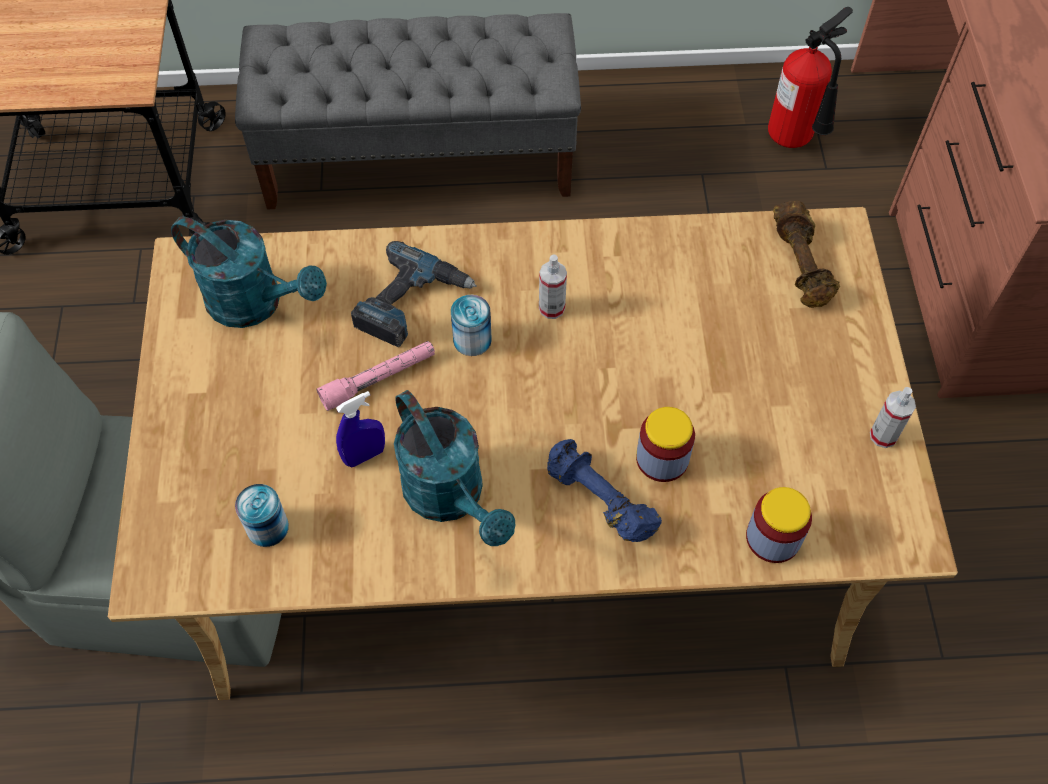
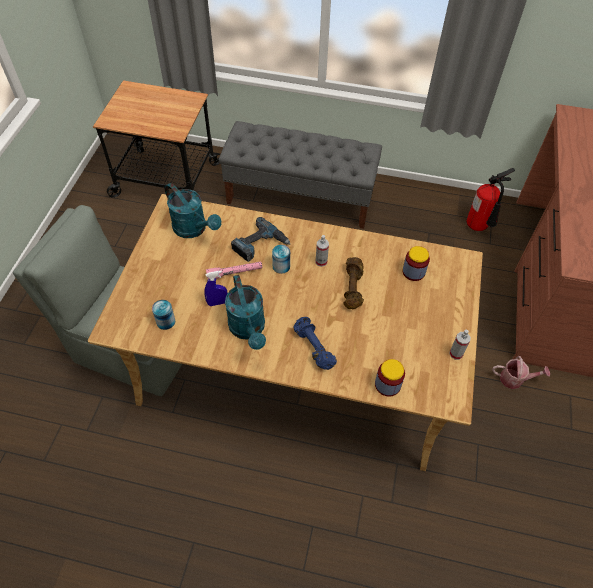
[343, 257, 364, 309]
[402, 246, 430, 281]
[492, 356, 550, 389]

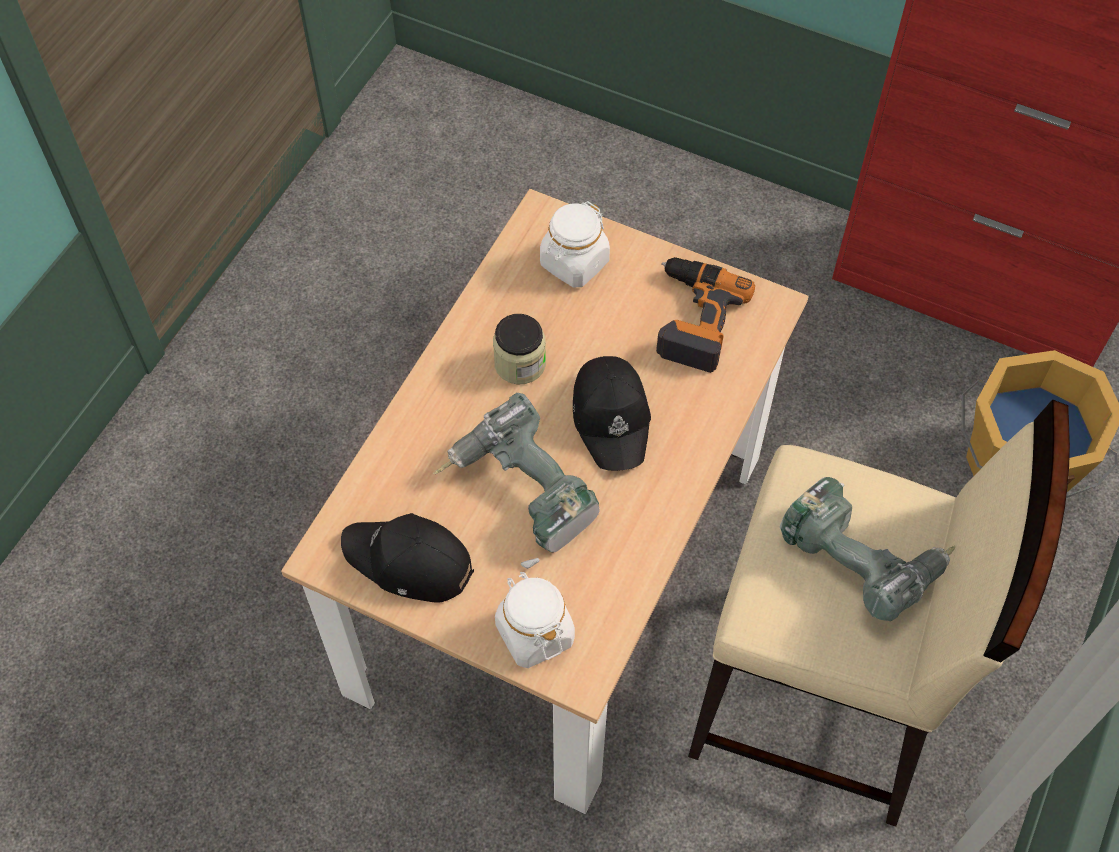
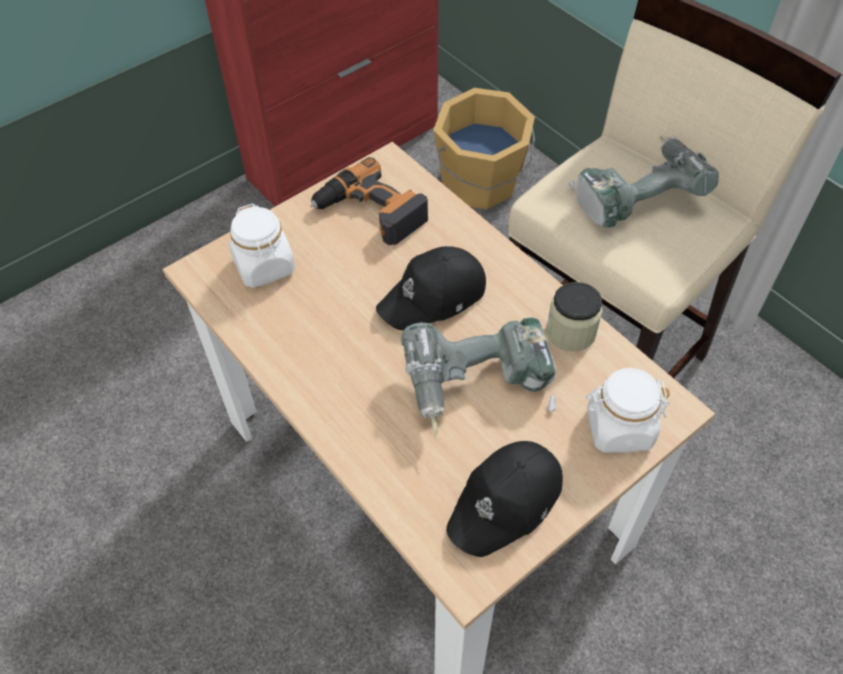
[376, 246, 486, 330]
[546, 282, 602, 351]

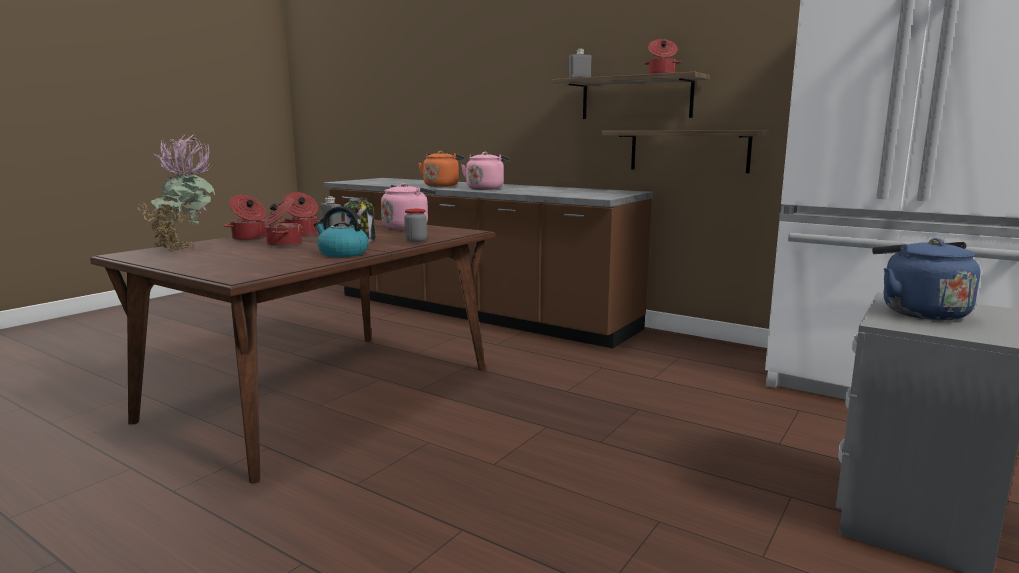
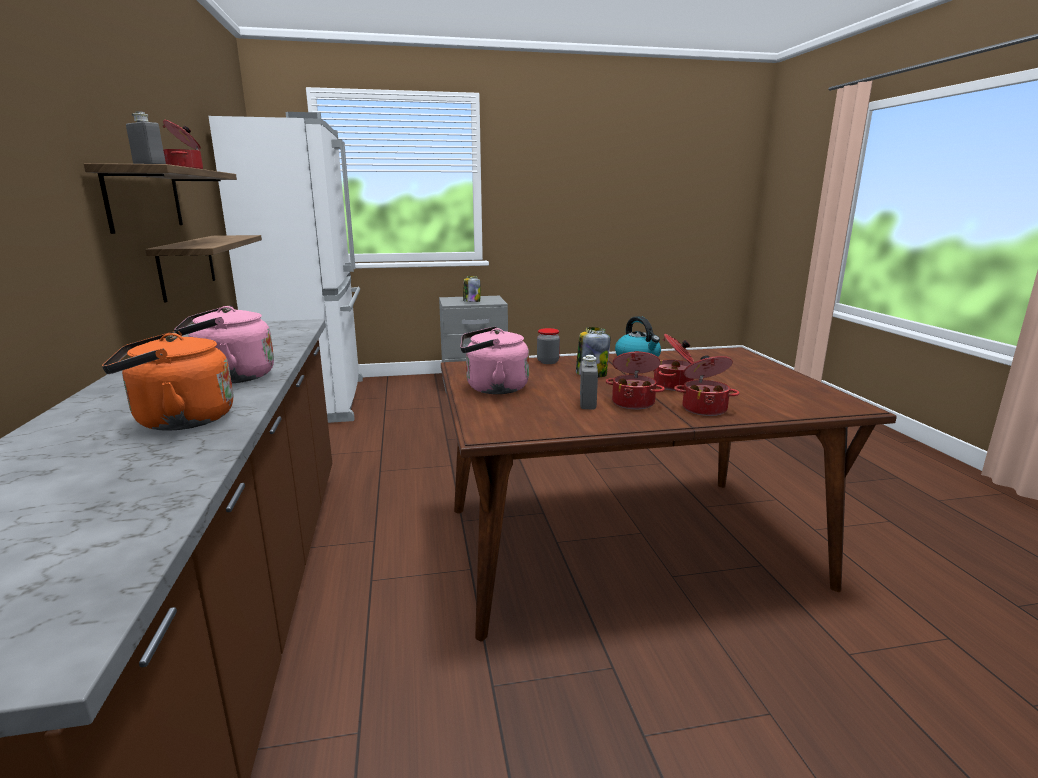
[463, 276, 481, 302]
[136, 135, 215, 252] (first image)

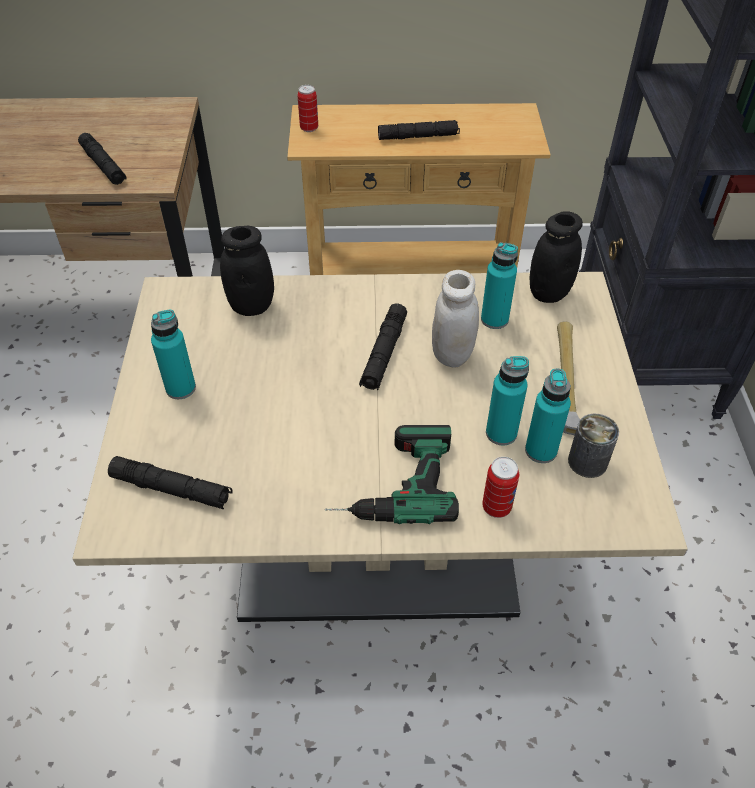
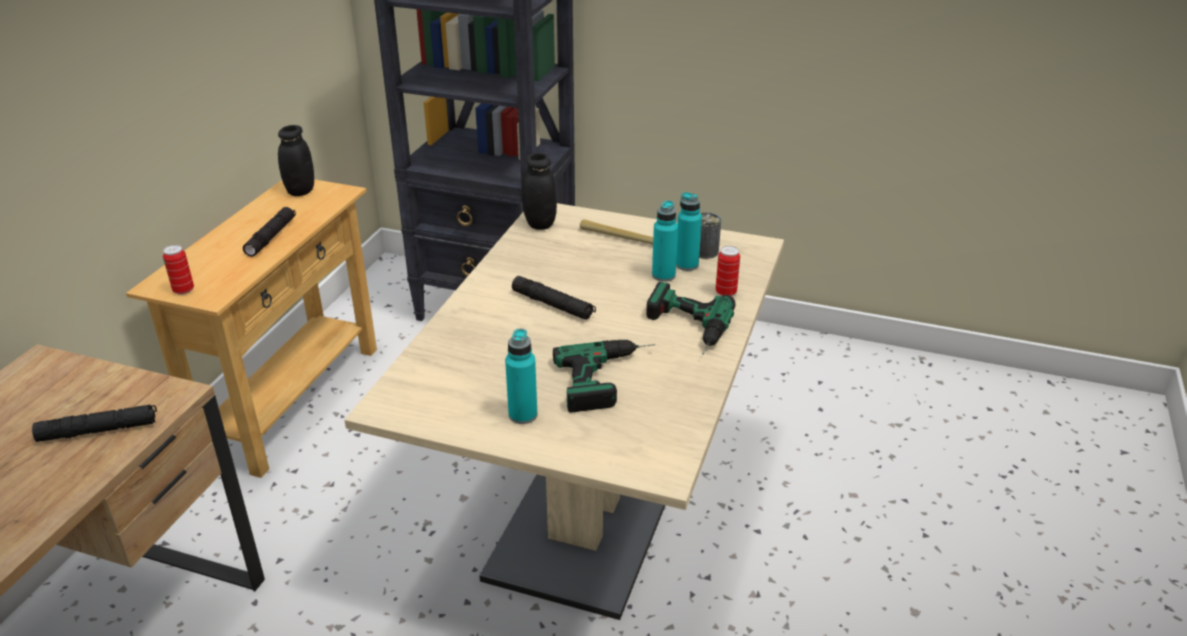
[278, 125, 314, 196]
[553, 340, 656, 413]
[108, 456, 232, 510] (first image)
[432, 270, 479, 368] (first image)
[481, 242, 518, 329] (first image)

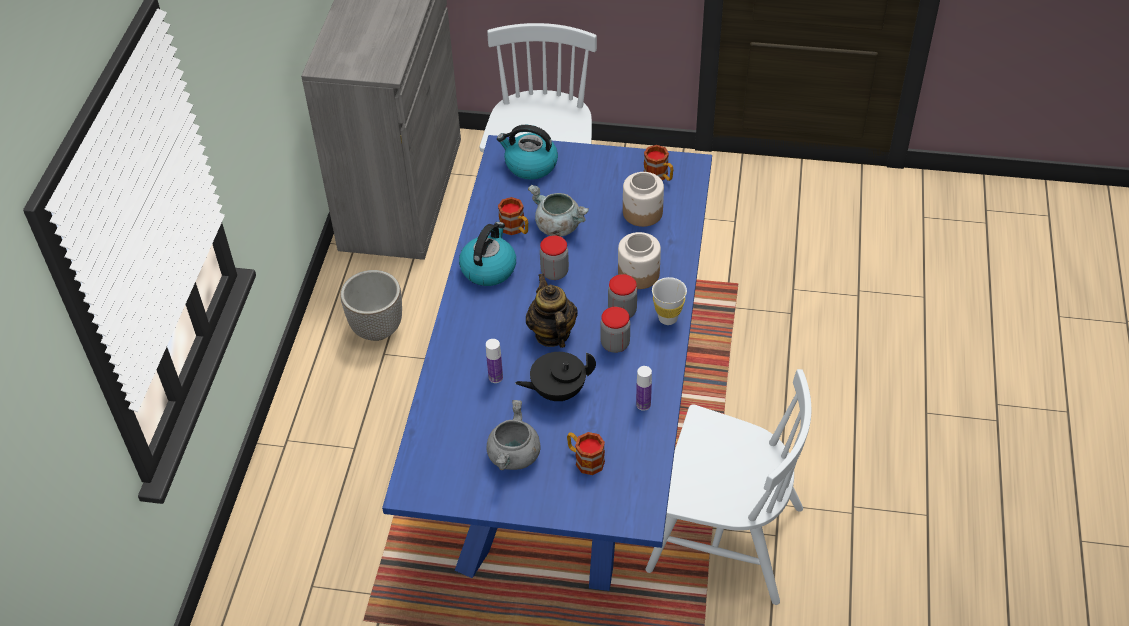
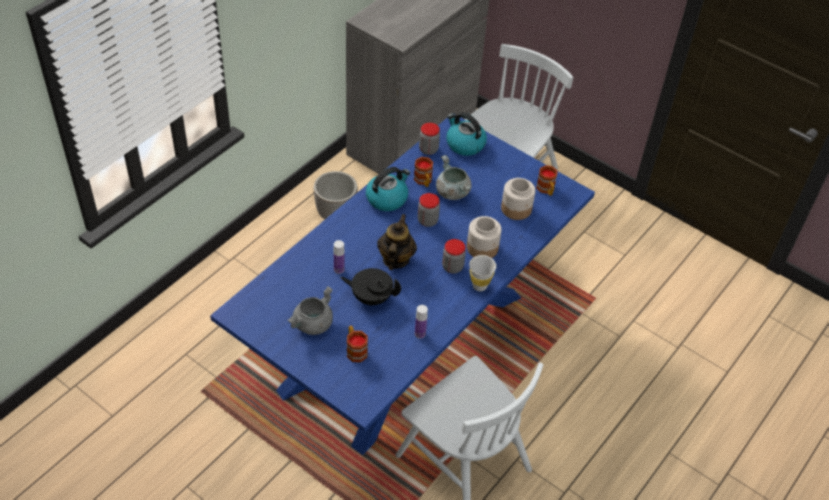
[419, 123, 440, 155]

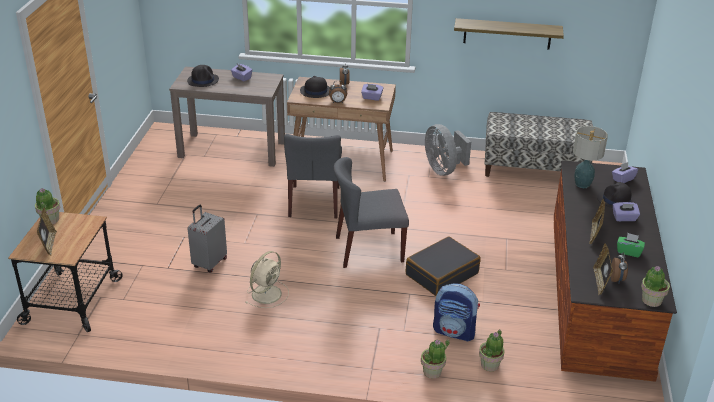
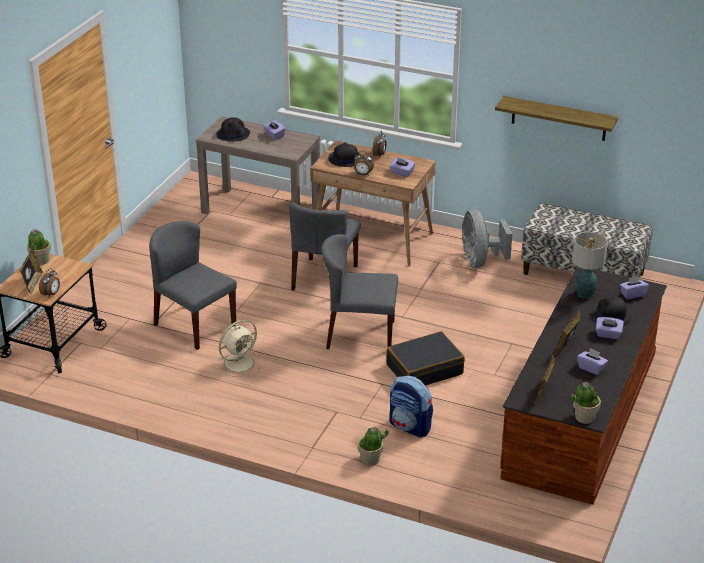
[39, 268, 60, 297]
[149, 221, 237, 350]
[577, 348, 608, 375]
[479, 329, 505, 371] (first image)

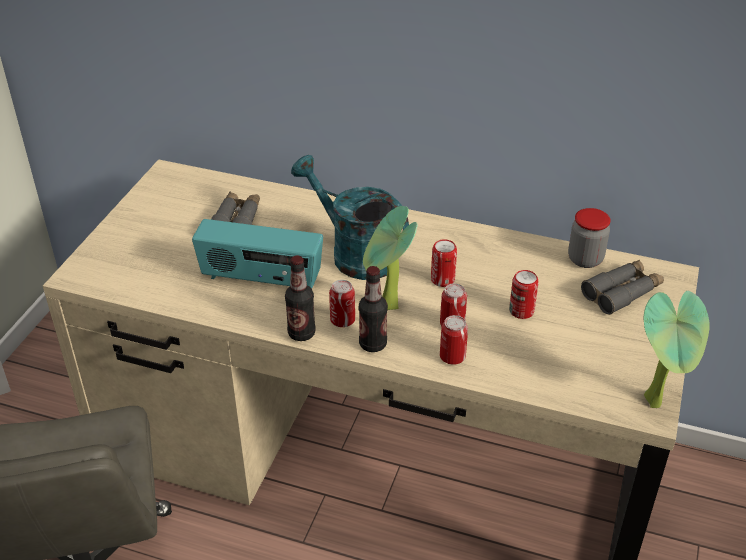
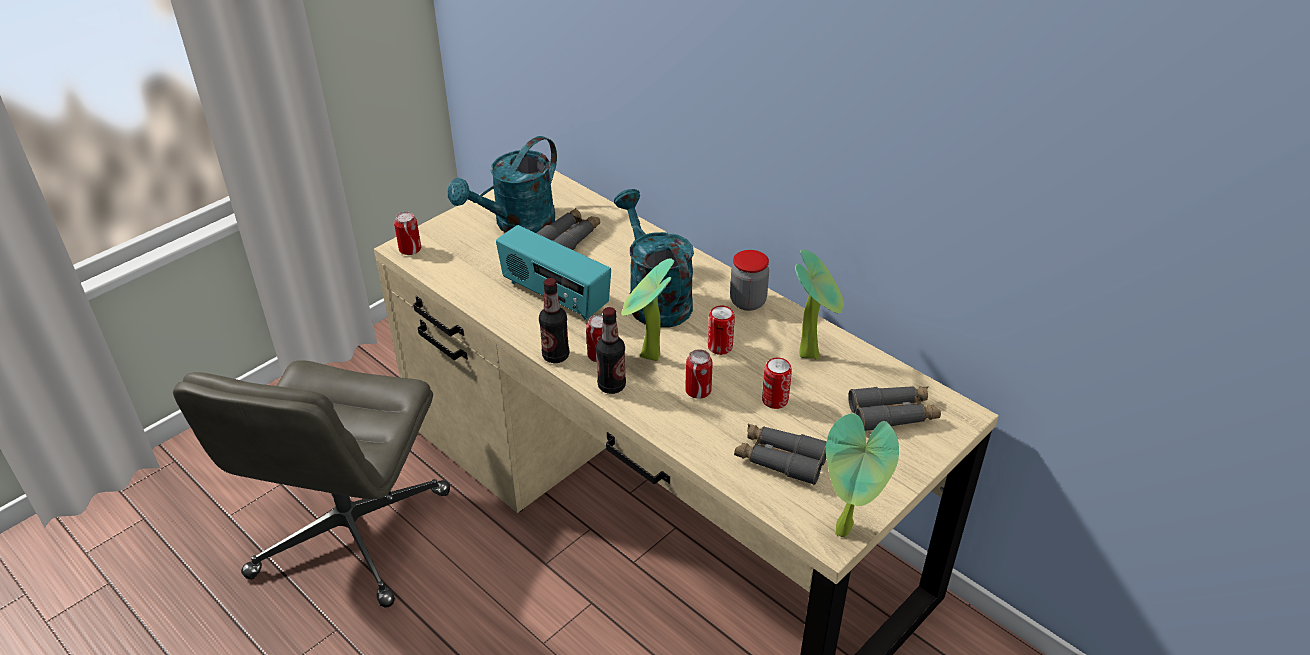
[394, 212, 421, 255]
[448, 136, 557, 233]
[730, 250, 769, 311]
[734, 424, 827, 485]
[795, 249, 844, 360]

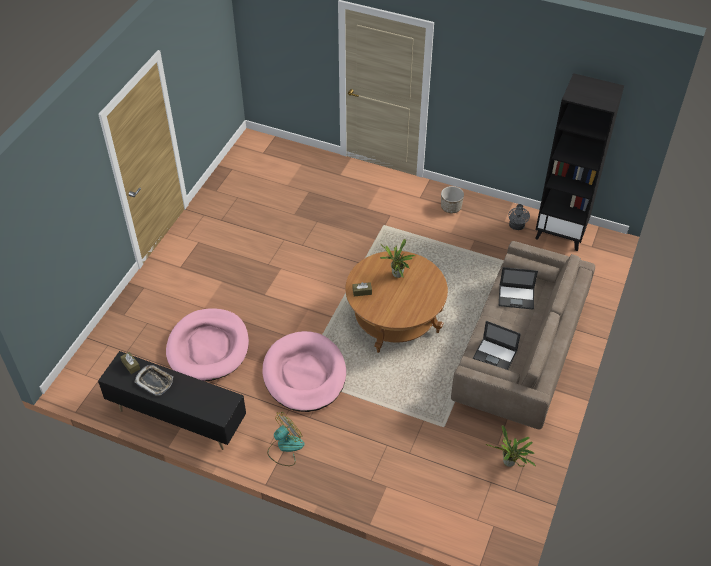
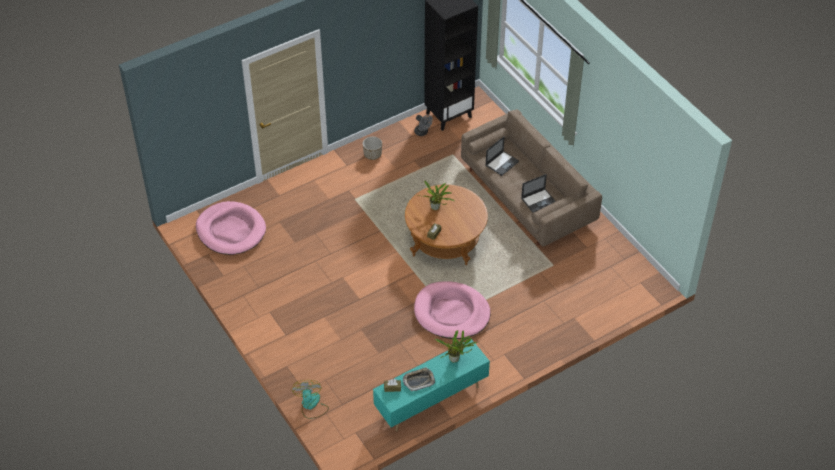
[196, 201, 266, 255]
[292, 380, 329, 419]
[373, 339, 490, 432]
[435, 330, 477, 363]

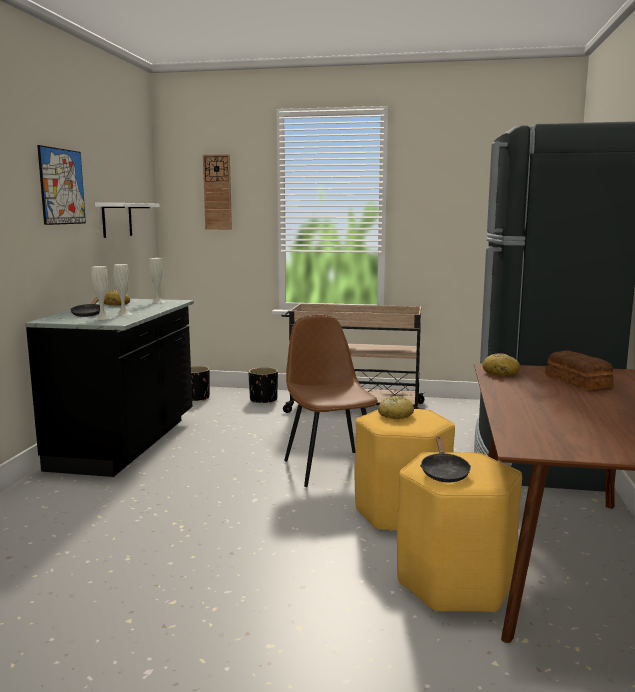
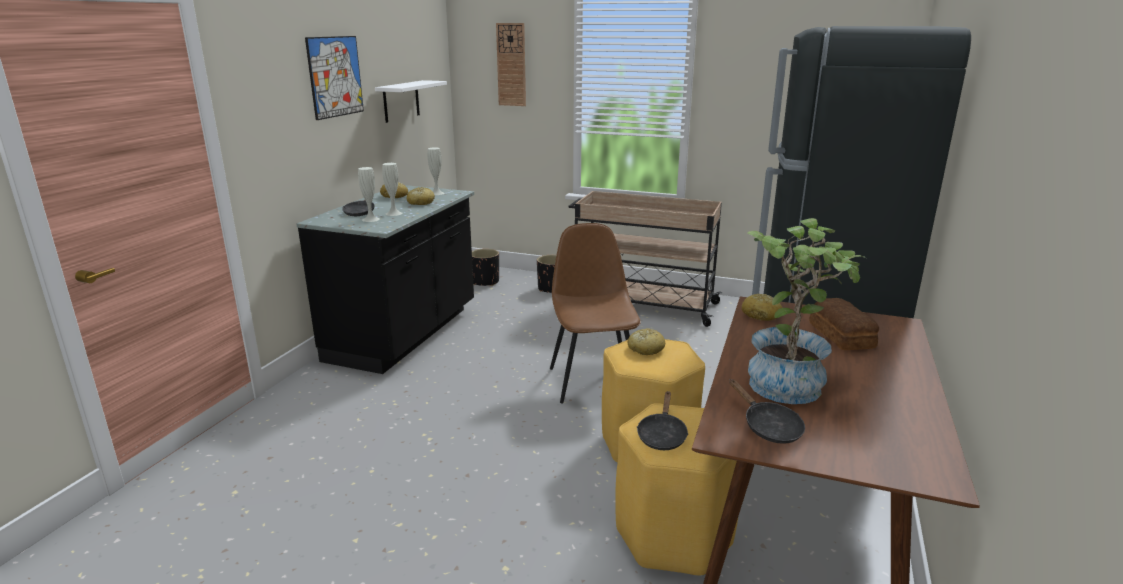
[407, 187, 435, 205]
[729, 379, 805, 444]
[747, 218, 866, 404]

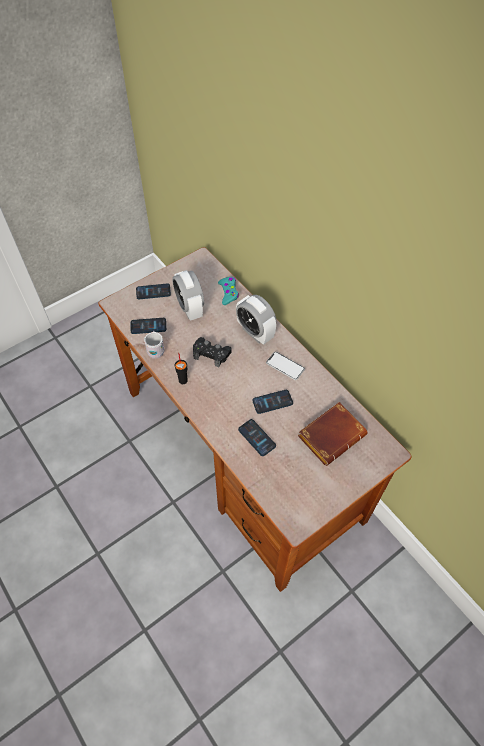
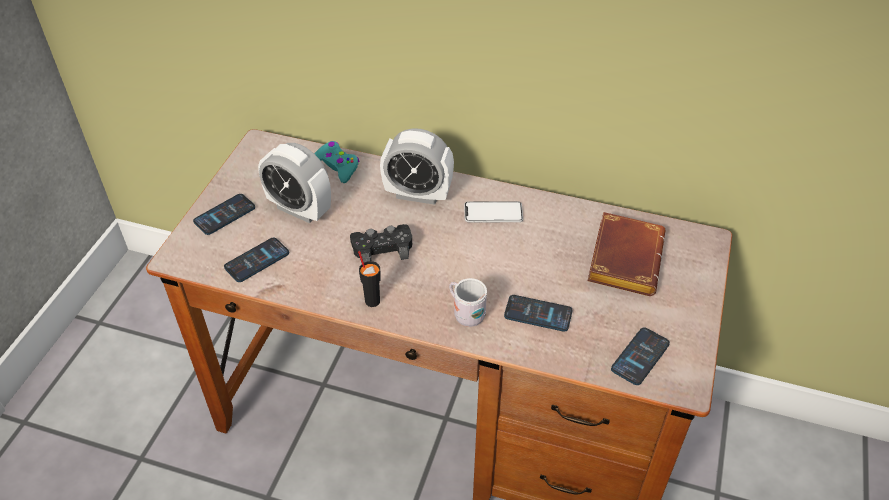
[449, 278, 487, 327]
[611, 327, 670, 385]

